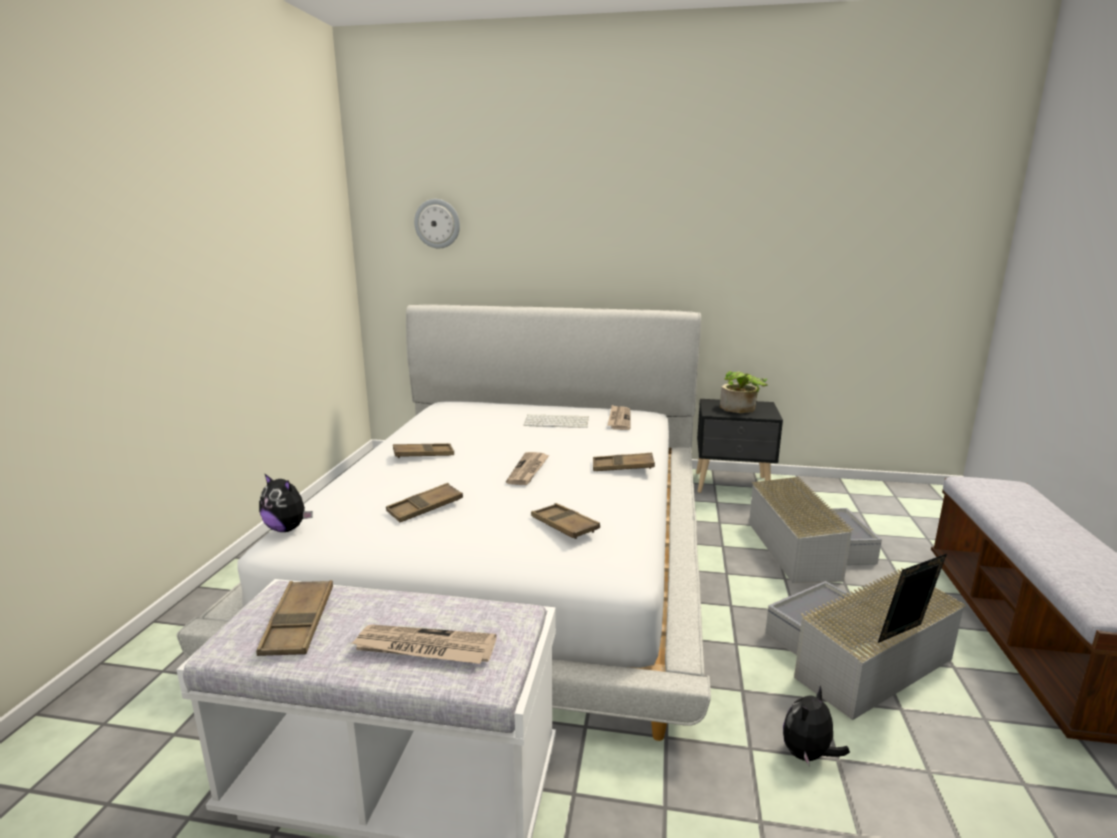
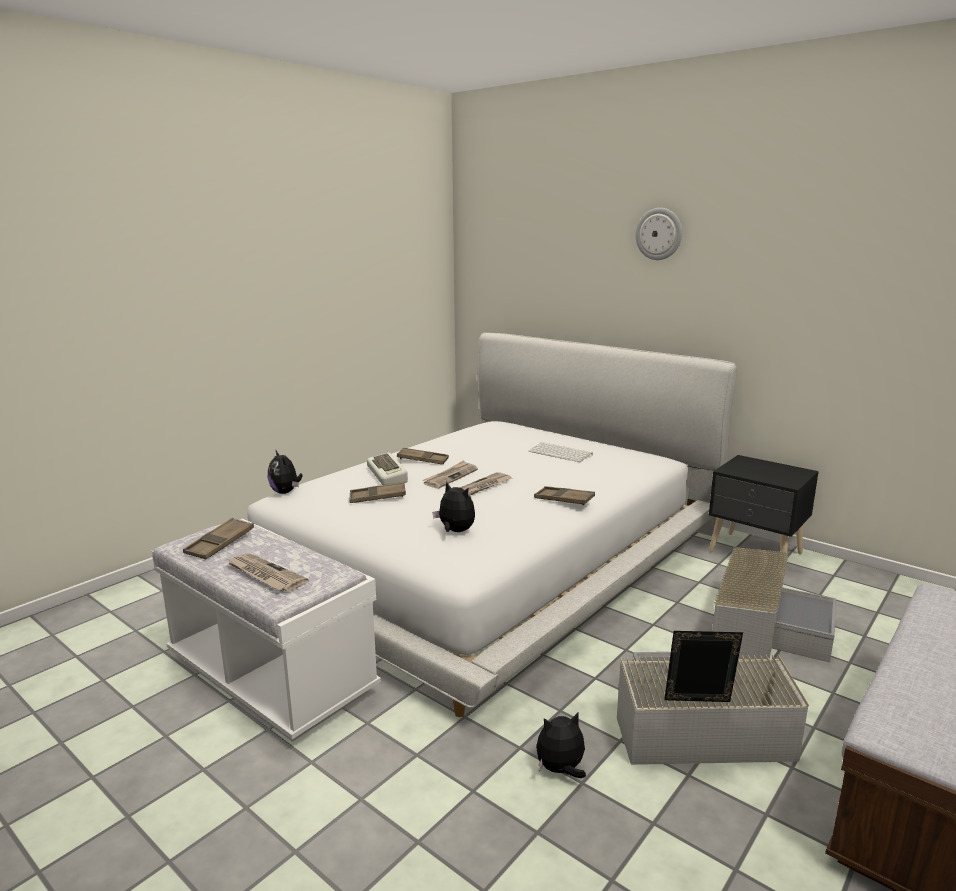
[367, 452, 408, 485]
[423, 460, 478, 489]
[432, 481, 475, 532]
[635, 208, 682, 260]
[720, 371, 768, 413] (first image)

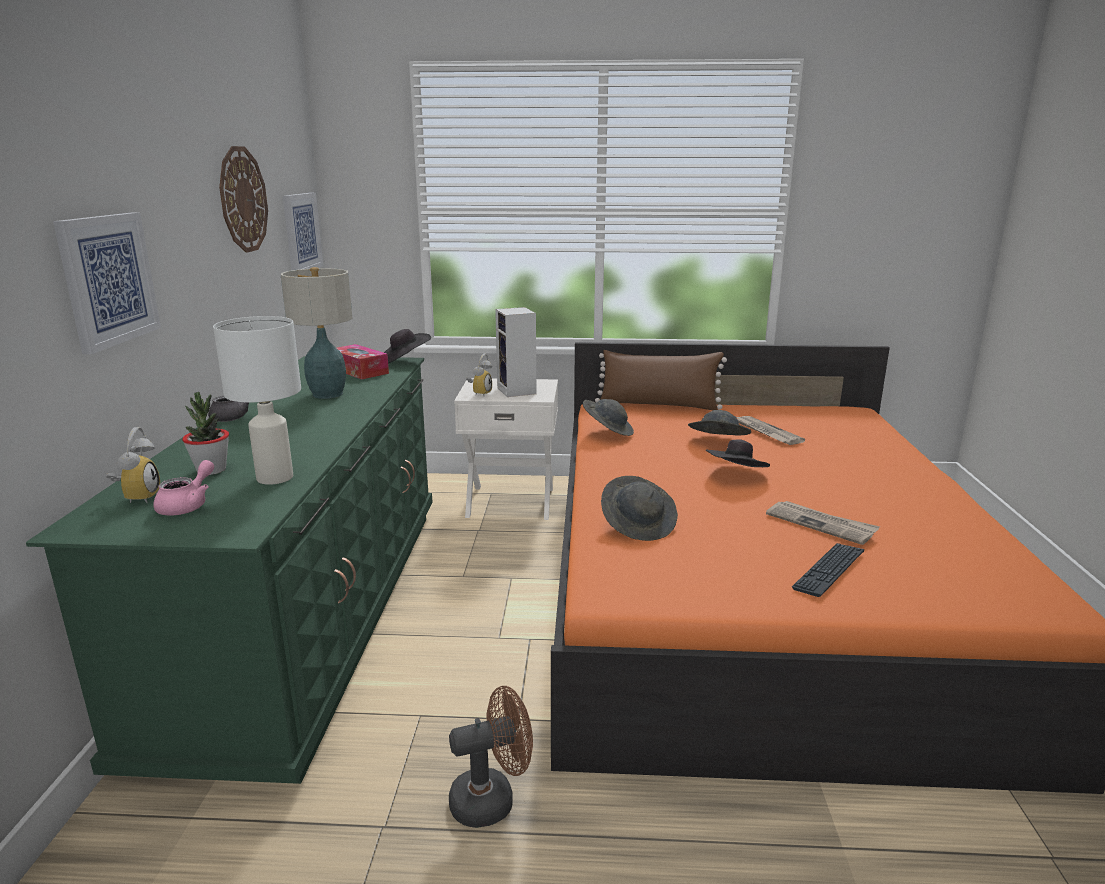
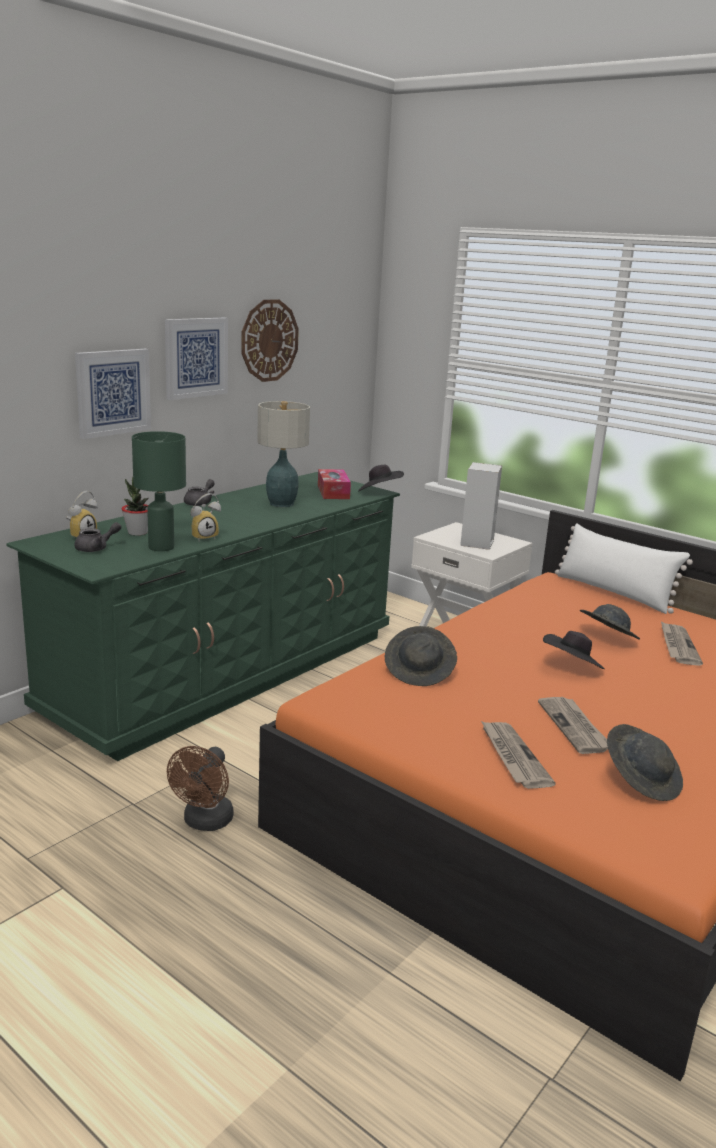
[74, 522, 121, 552]
[132, 431, 186, 551]
[165, 318, 228, 400]
[167, 746, 233, 831]
[190, 493, 221, 540]
[481, 721, 556, 789]
[555, 523, 693, 614]
[607, 724, 683, 801]

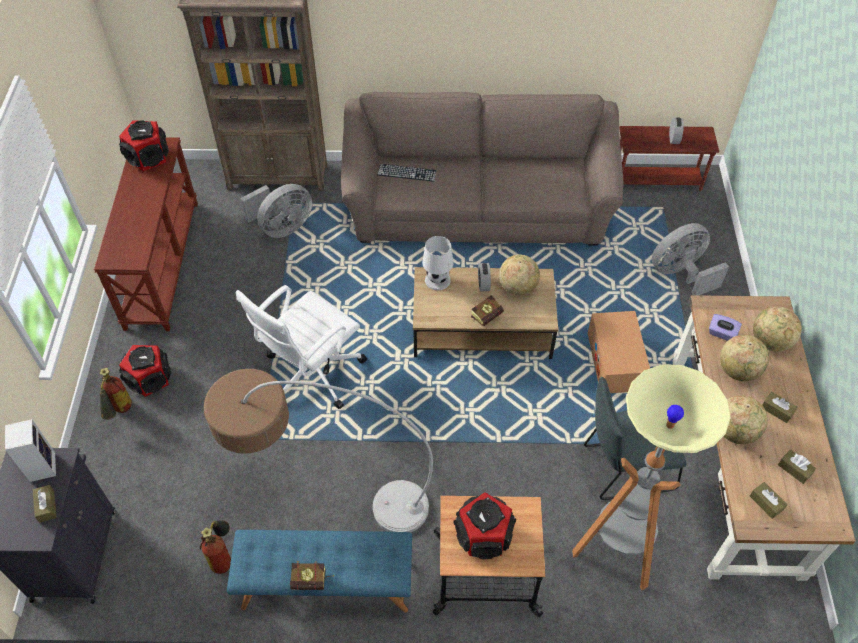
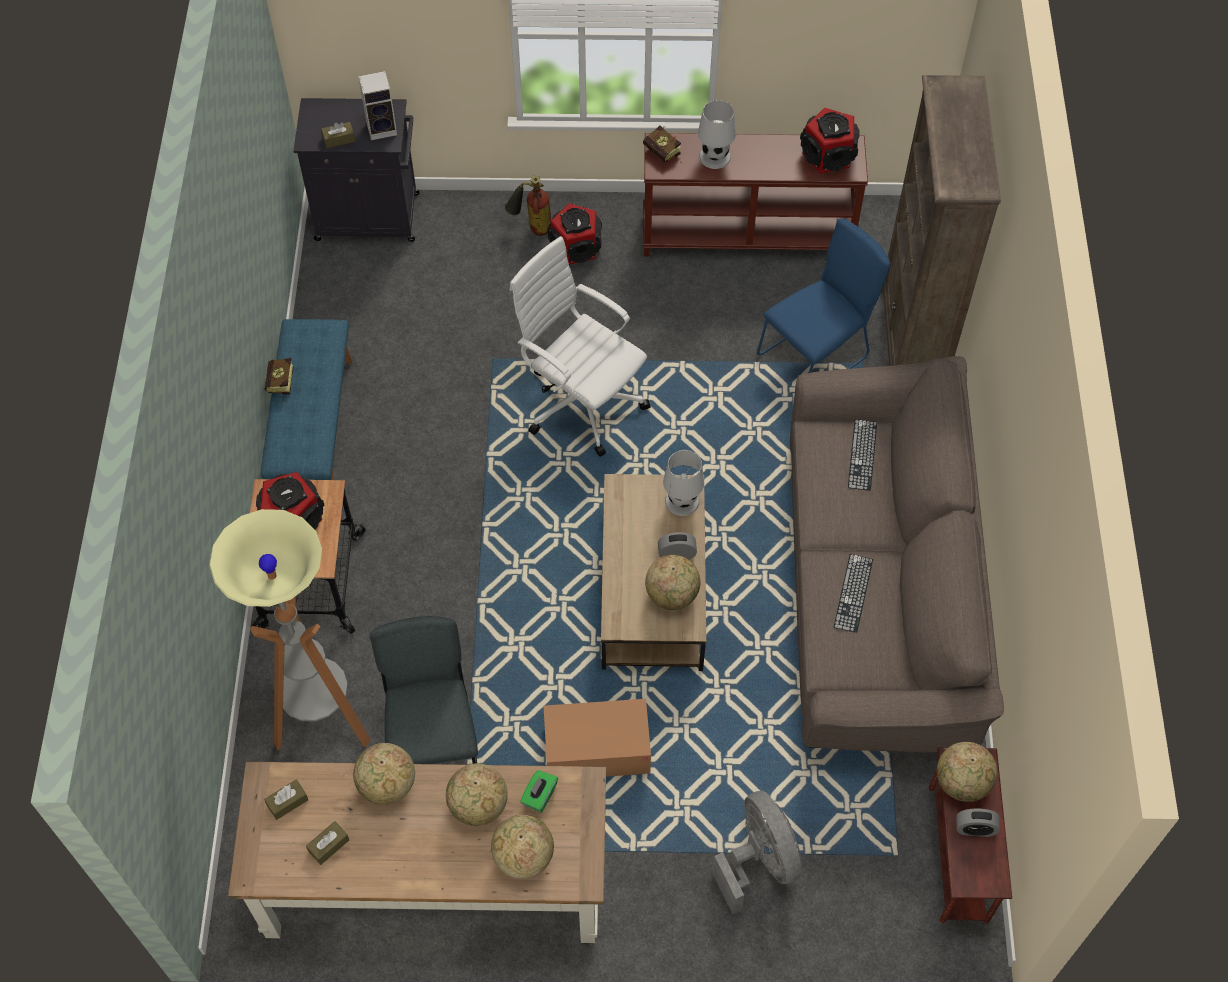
[520, 770, 558, 813]
[643, 125, 683, 164]
[698, 100, 736, 169]
[757, 218, 890, 373]
[834, 554, 873, 633]
[937, 742, 997, 802]
[200, 520, 231, 574] (first image)
[204, 369, 433, 532] (first image)
[762, 392, 797, 423] (first image)

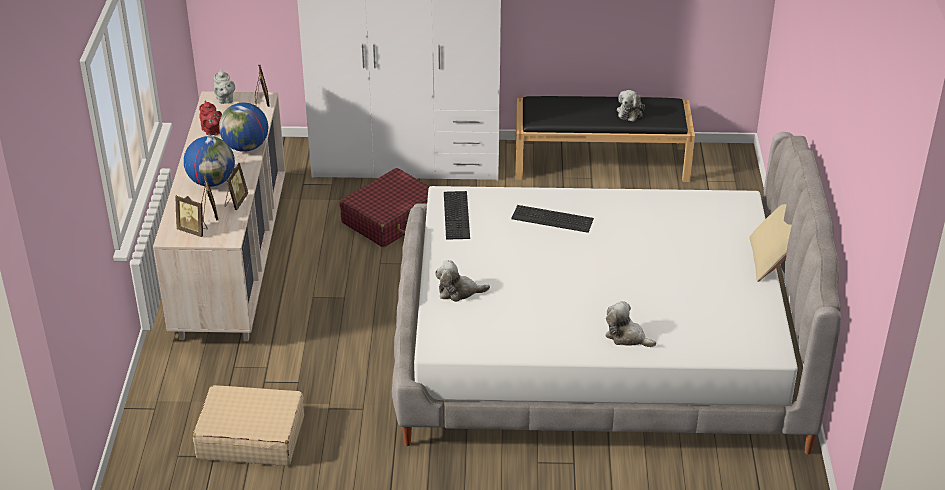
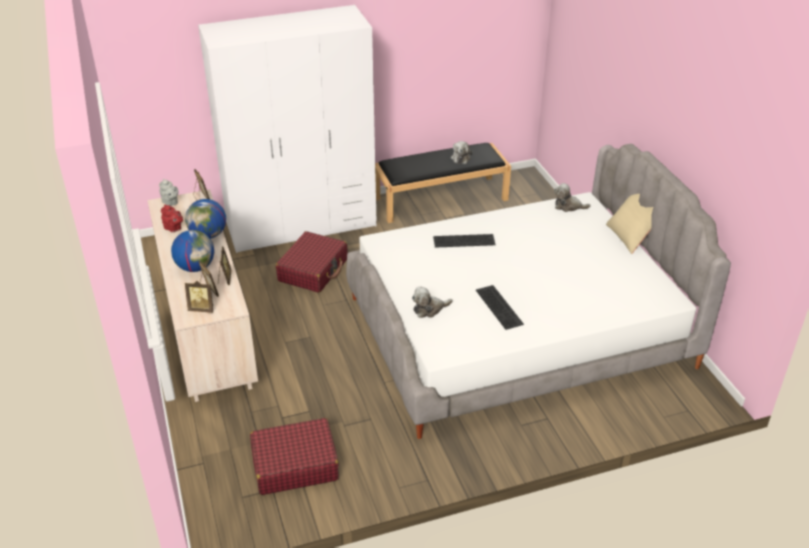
[250, 418, 339, 495]
[476, 285, 524, 330]
[554, 183, 591, 212]

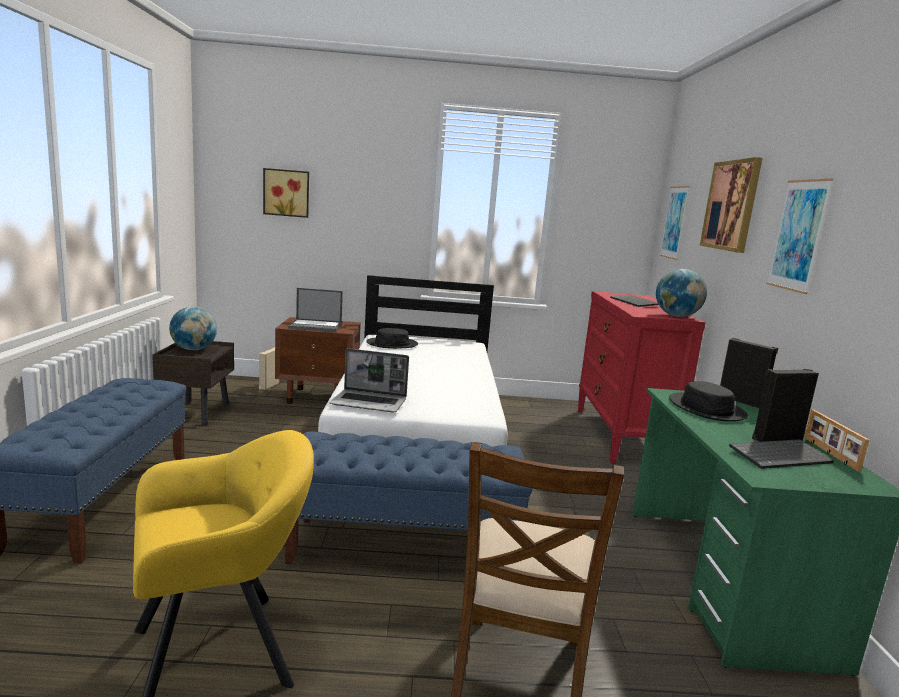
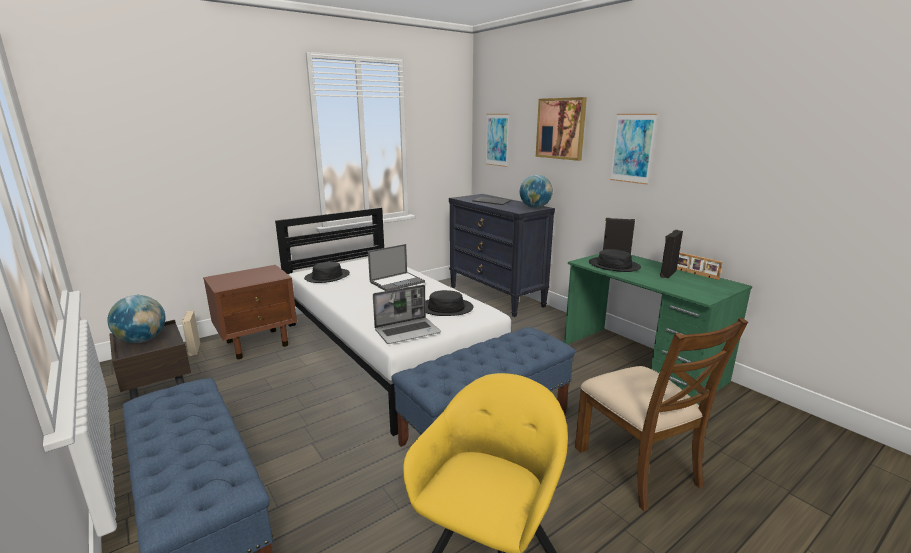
[368, 244, 425, 291]
[425, 290, 473, 316]
[449, 194, 555, 317]
[263, 168, 309, 218] (first image)
[729, 439, 834, 469] (first image)

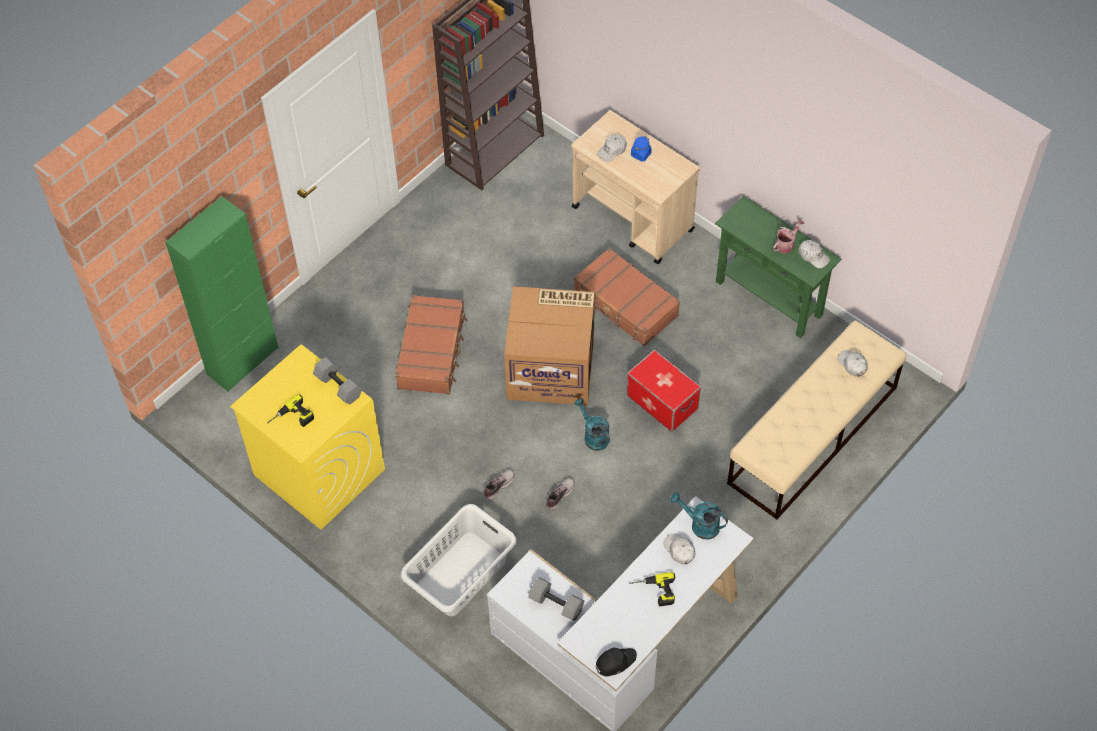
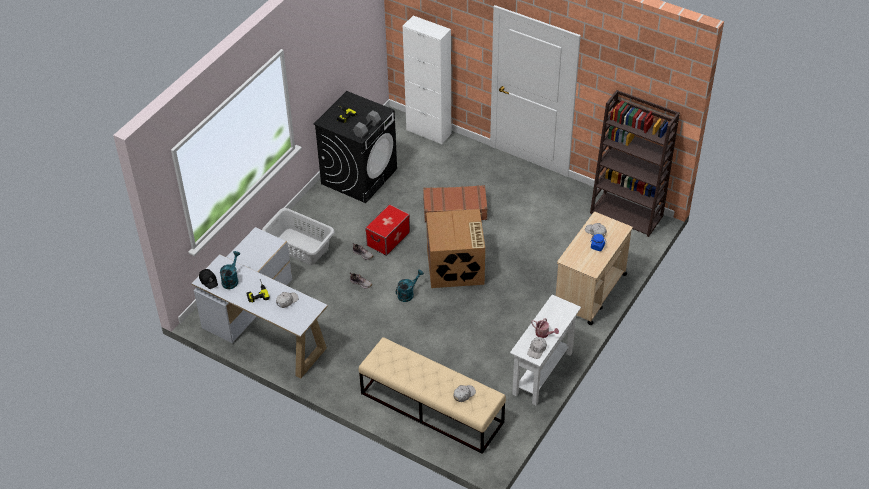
[220, 251, 240, 289]
[313, 91, 397, 203]
[365, 204, 410, 256]
[403, 16, 451, 145]
[510, 294, 581, 405]
[528, 577, 585, 621] (first image)
[574, 248, 680, 346] (first image)

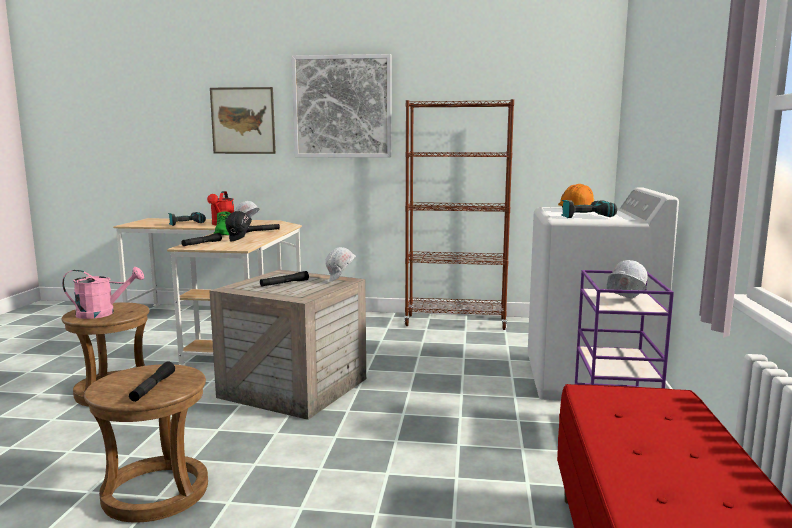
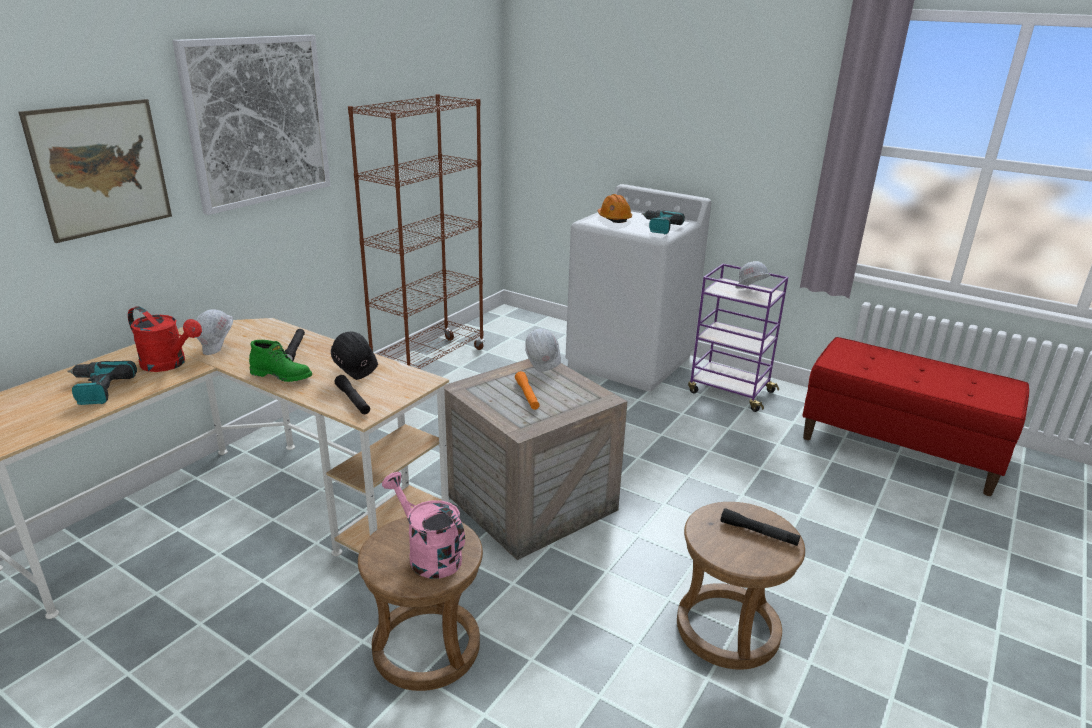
[382, 472, 465, 579]
[515, 371, 540, 410]

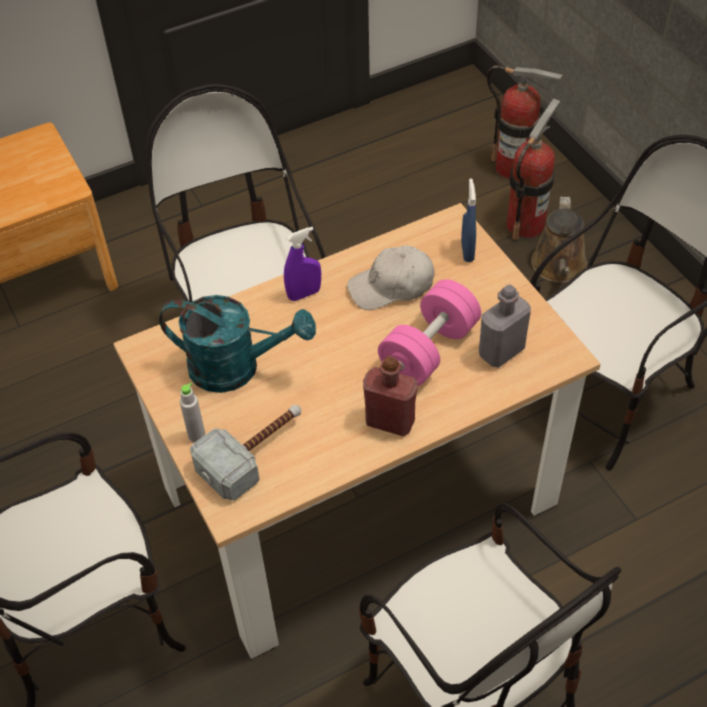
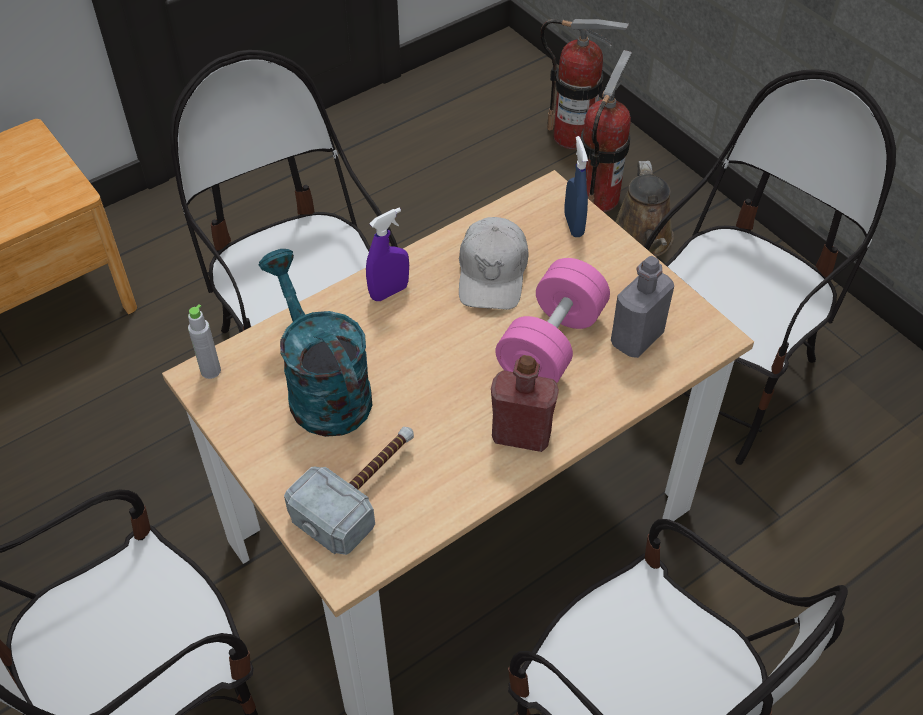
[188, 304, 221, 379]
[259, 249, 373, 437]
[459, 217, 529, 310]

